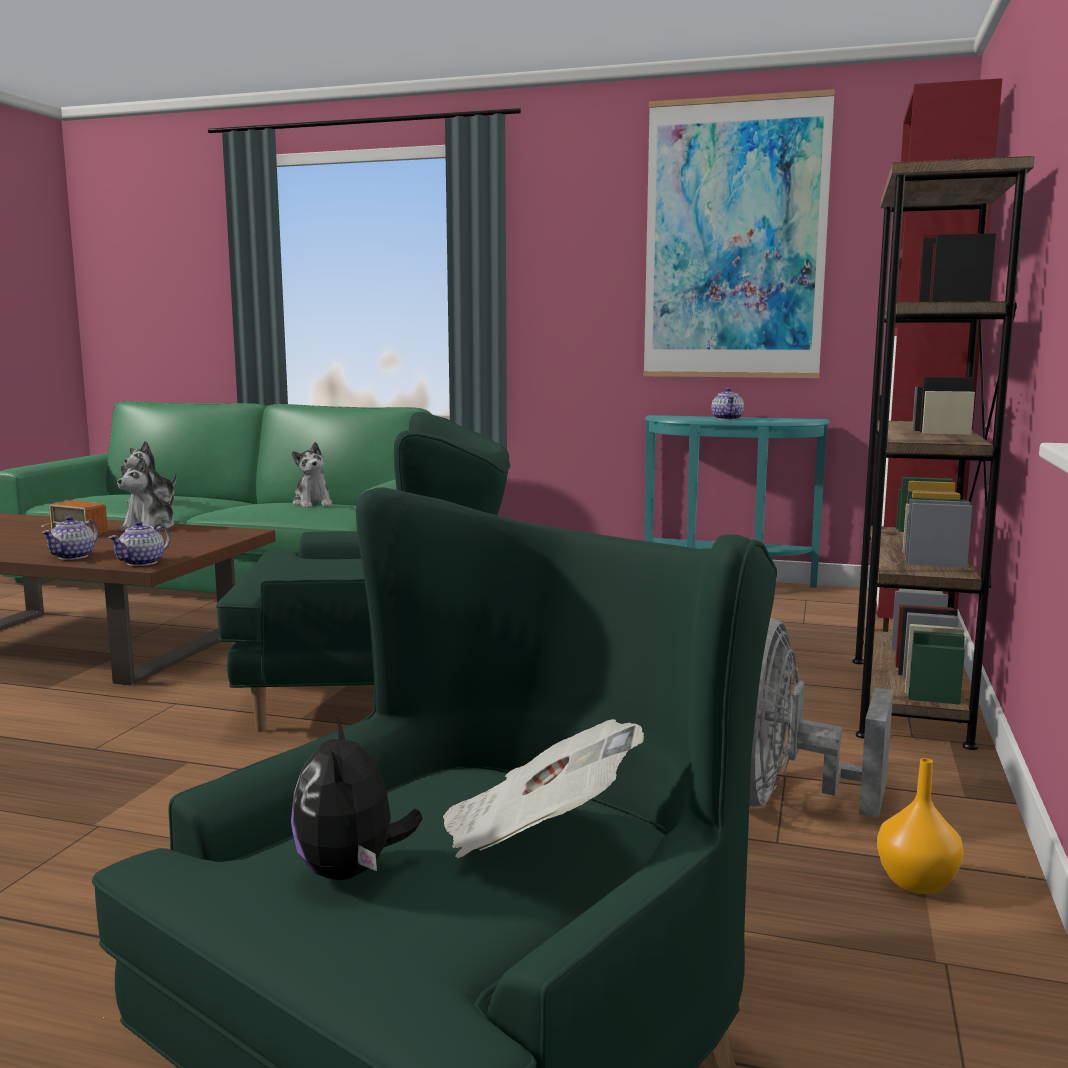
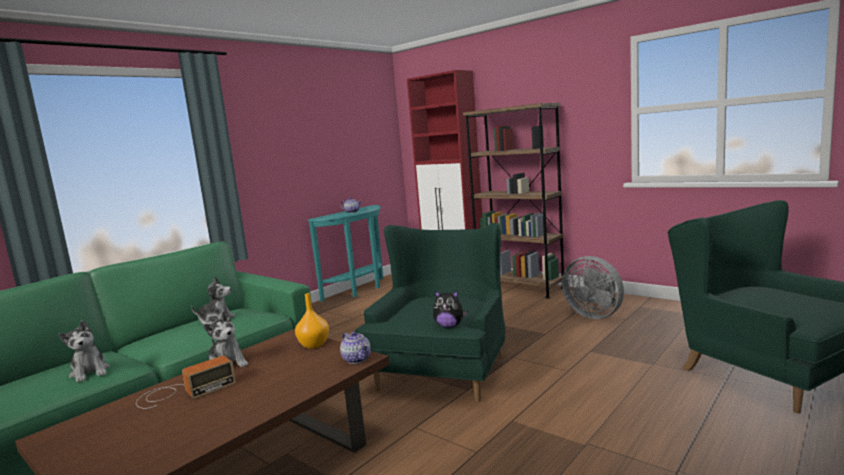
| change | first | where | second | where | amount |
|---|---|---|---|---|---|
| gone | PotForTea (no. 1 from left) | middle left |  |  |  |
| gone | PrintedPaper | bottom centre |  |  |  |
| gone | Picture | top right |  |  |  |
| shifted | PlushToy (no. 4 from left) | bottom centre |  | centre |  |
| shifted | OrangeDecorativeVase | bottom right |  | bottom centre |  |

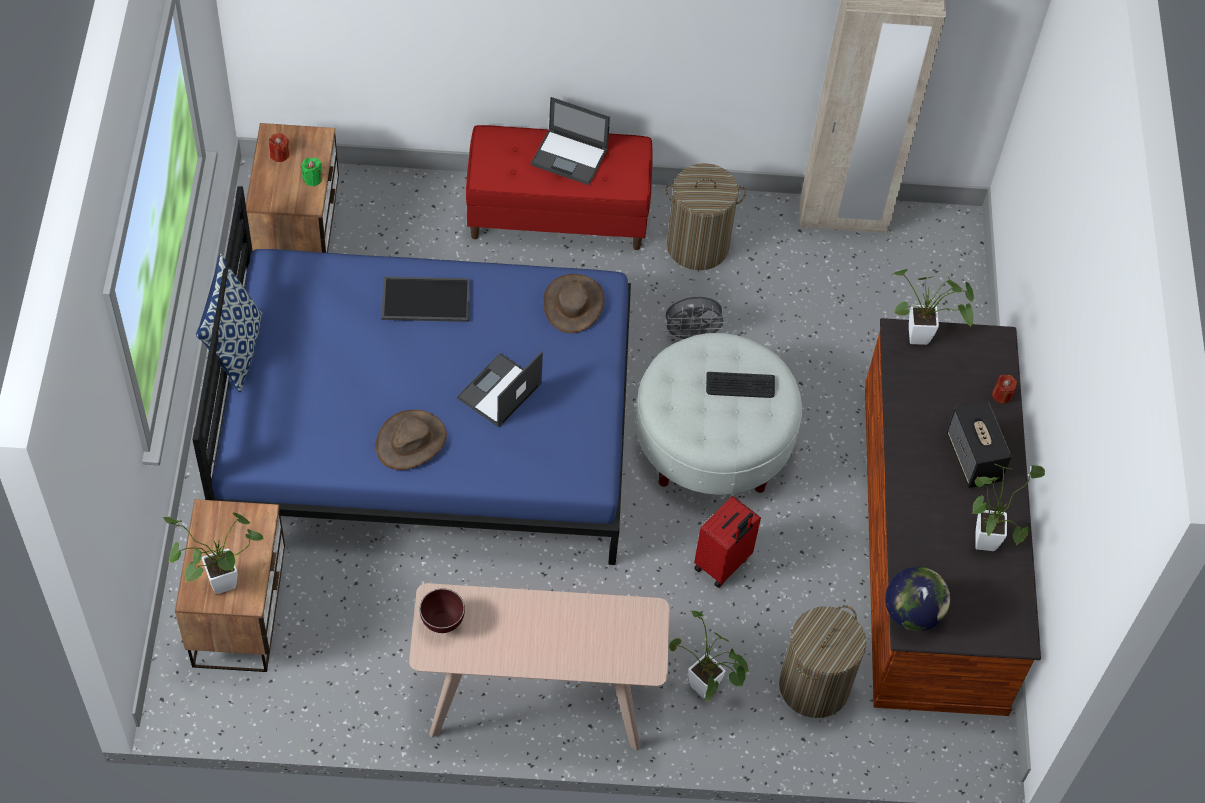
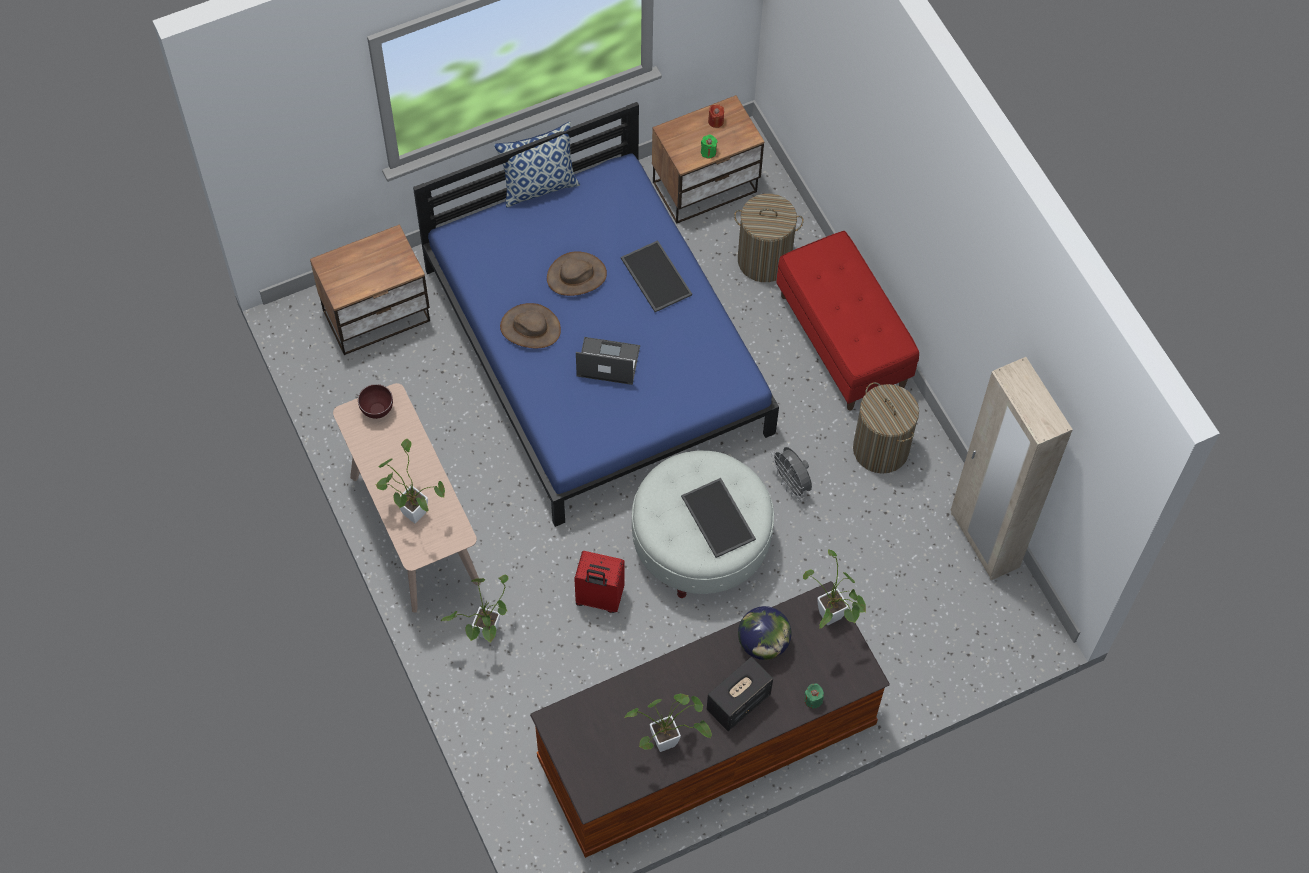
| change | first | where | second | where | amount |
|---|---|---|---|---|---|
| gone | Laptop (no. 2 from left) | top centre |  |  |  |
| shifted | Houseplant (no. 1 from left) | bottom left |  | middle left |  |
| shifted | BrownWearableHat (no. 2 from left) | centre |  | top centre |  |
| shifted | WashingBasket (no. 2 from left in the first image) | bottom right | WashingBasket (no. 1 from left) | top centre |  |
| shifted | DeskGlobe | bottom right |  | bottom centre |  |
| swapped | ComputerKeyboard | centre | CarryingTray (no. 2 from left) | centre |  |
| repainted | ReddishWaxCandle (no. 2 from left) | middle right | GreenWaxCandle (no. 2 from left) | bottom centre |  |

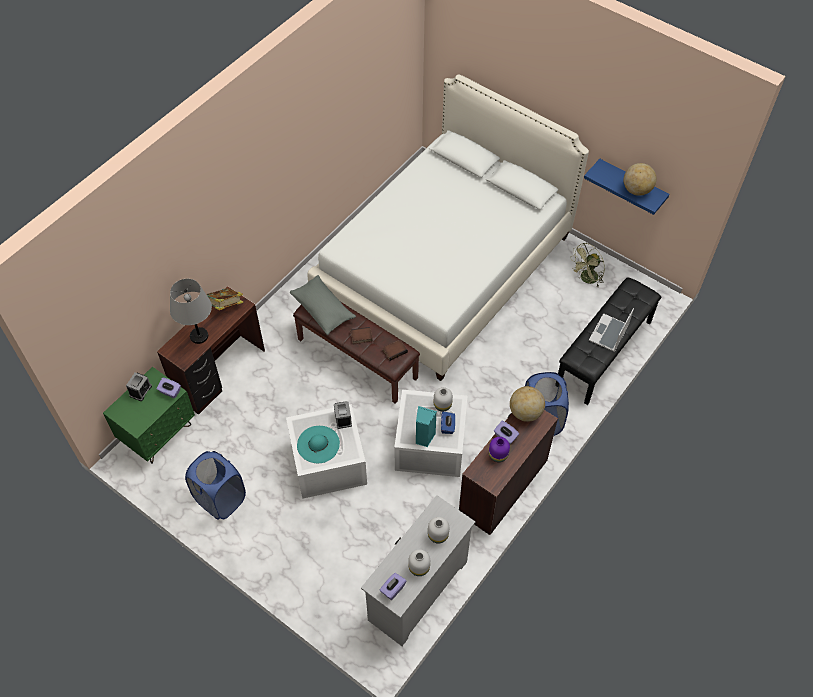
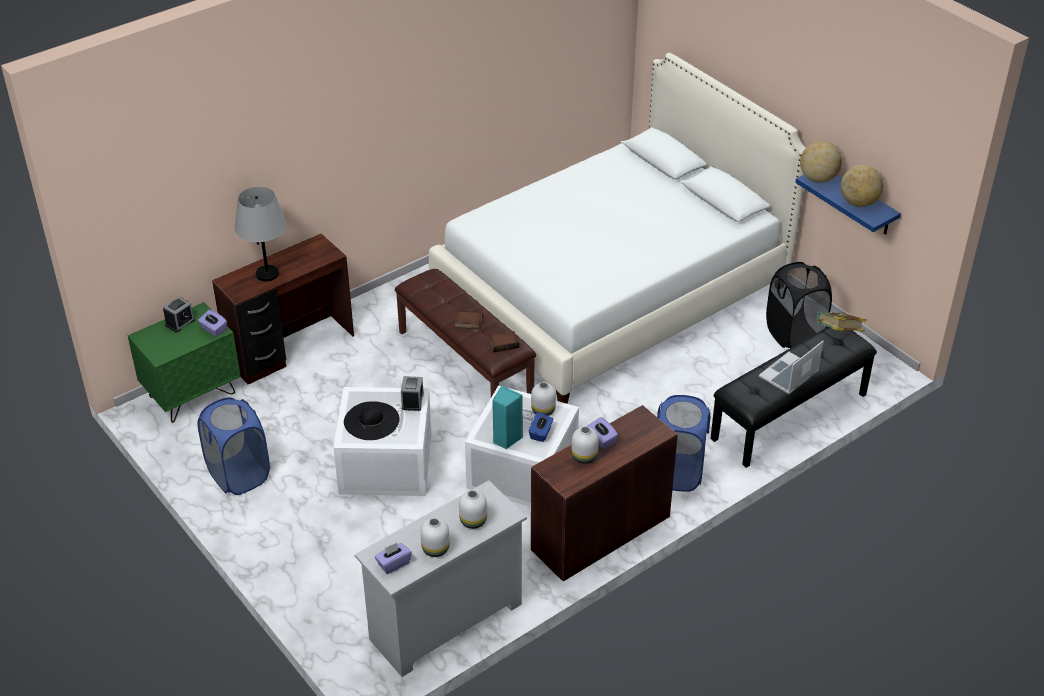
| change | first | where | second | where | amount |
|---|---|---|---|---|---|
| gone | GreyishCushion | centre |  |  |  |
| shifted | BoundBook (no. 1 from left in the first image) | middle left | BoundBook (no. 3 from left) | middle right |  |
| shifted | DeskGlobe (no. 1 from left) | centre |  | top right |  |
| swapped | GreenCoolingFan | middle right | BlackColouredWashingBasket | middle right |  |
| repainted | TurquoiseWearableHat | centre | BlackColouredWearableHat | centre |  |
| repainted | PurpleColouredDecorativeVase | centre | WhiteColouredDecorativeVase (no. 4 from left) | centre |  |

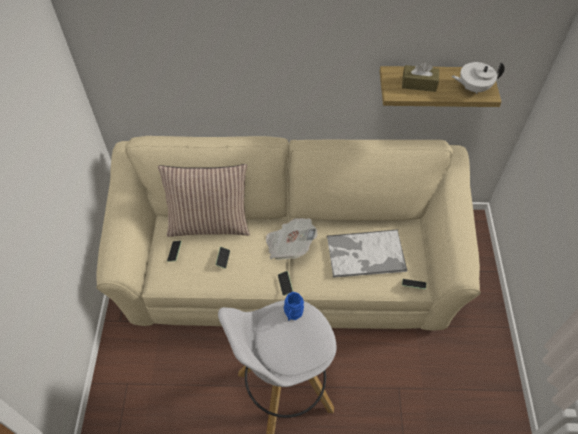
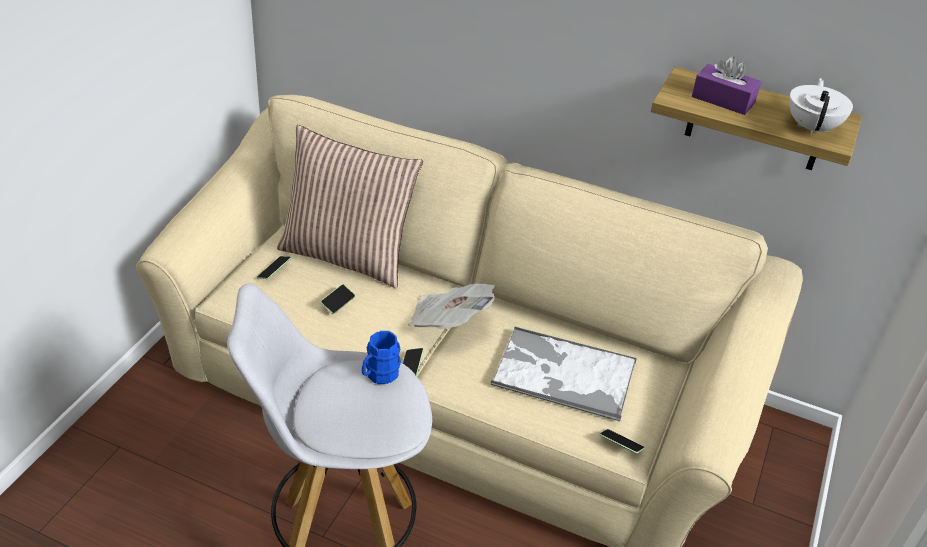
| change | first | where | second | where | amount |
|---|---|---|---|---|---|
| repainted | BrownTissueBox | top right | PurpleColouredTissueBox | top right |  |
| rotated | WhiteColouredPotForTea | top right |  | top right | 90 degrees clockwise |

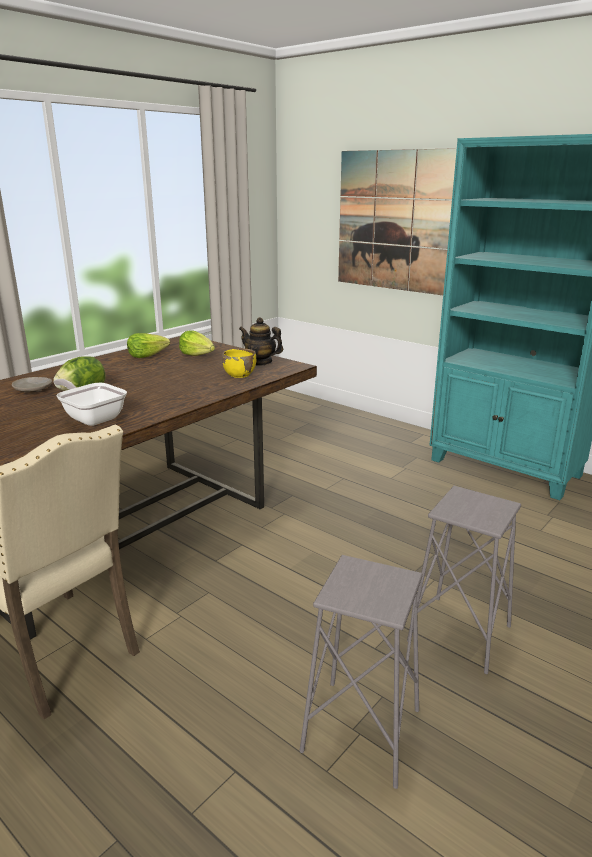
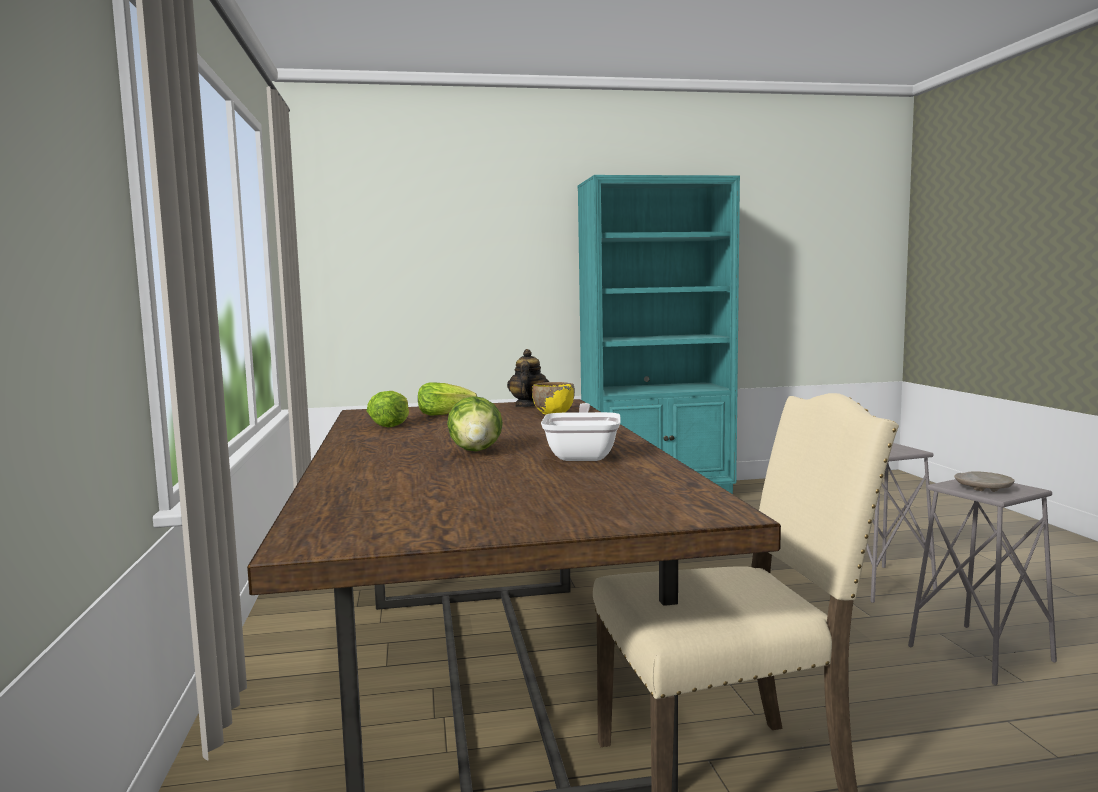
| change | first | where | second | where | amount |
|---|---|---|---|---|---|
| gone | Picture | top right |  |  |  |
| shifted | BeigeColouredDinnerPlate | middle left |  | middle right |  |
| rotated | FryingPan | middle left |  | centre | 105 degrees clockwise |
| rotated | PotForTea | centre |  | centre | 120 degrees clockwise |

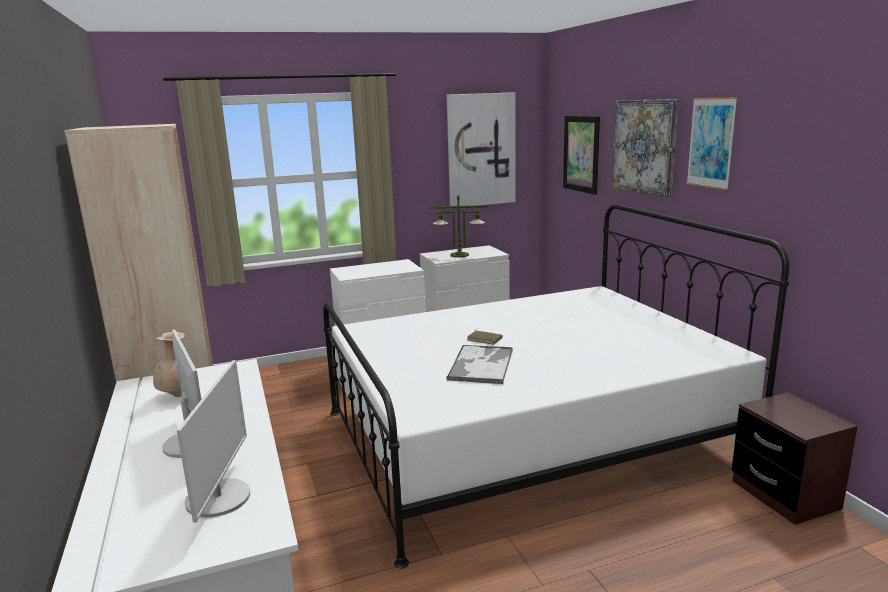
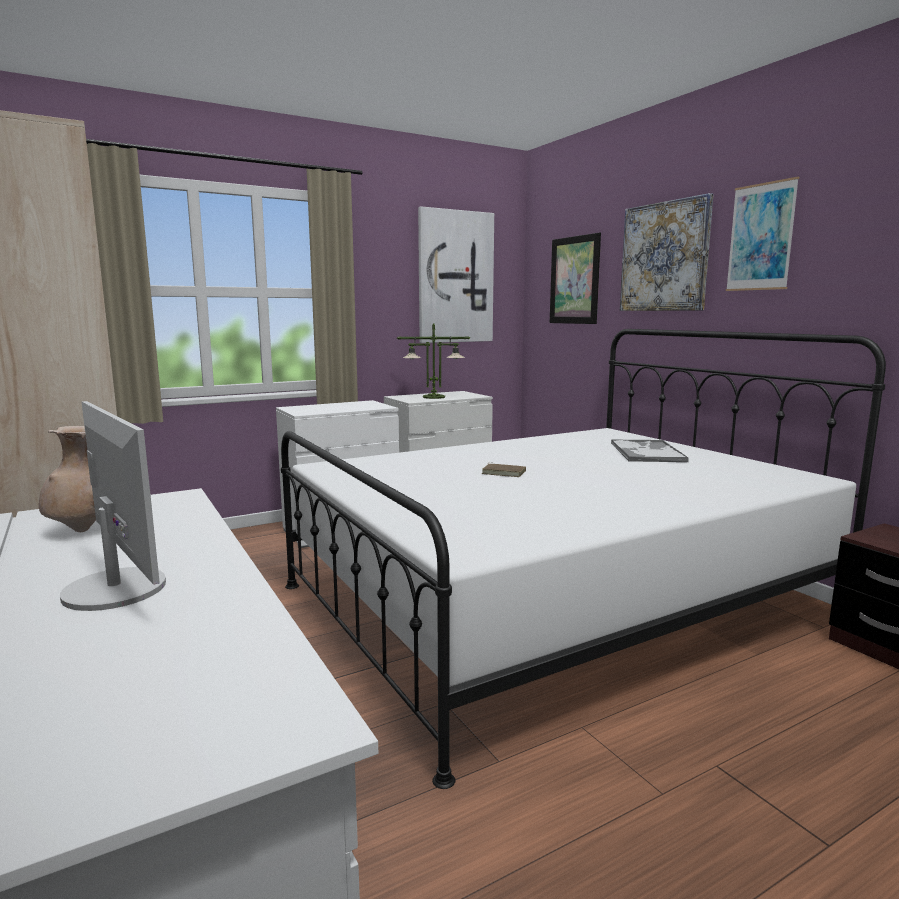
| change | first | where | second | where | amount |
|---|---|---|---|---|---|
| gone | ComputerDisplay (no. 2 from left) | bottom left |  |  |  |
| shifted | CarryingTray | centre |  | middle right |  |

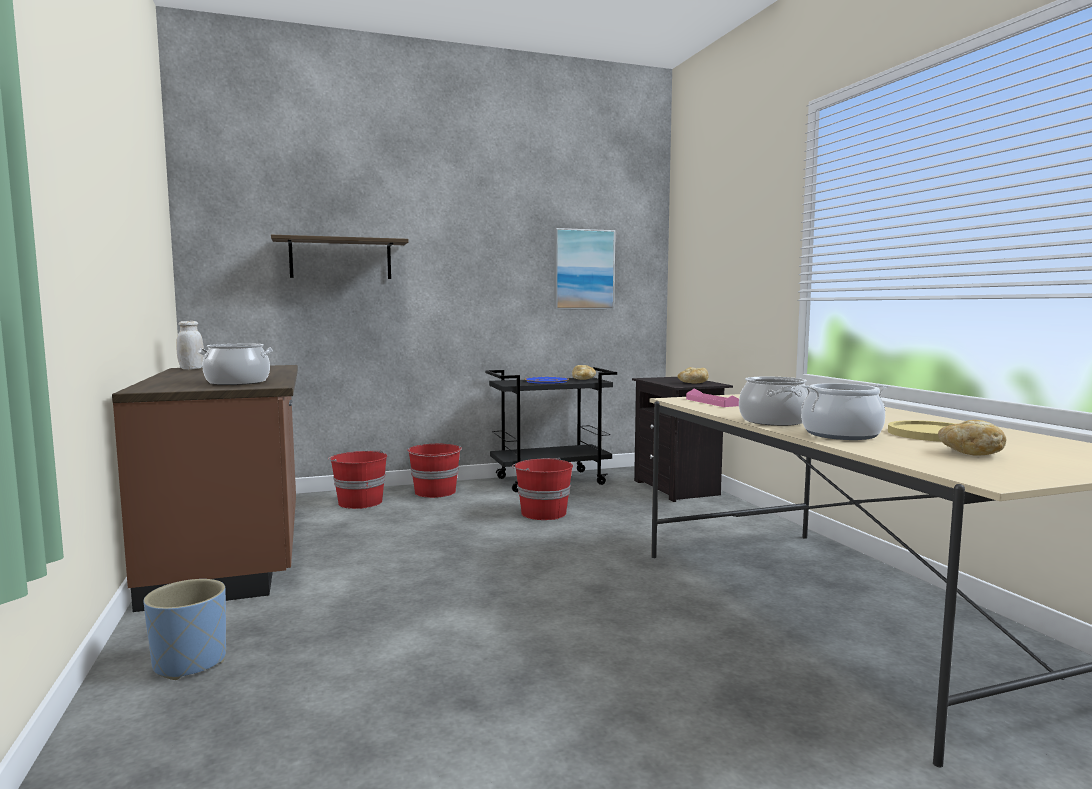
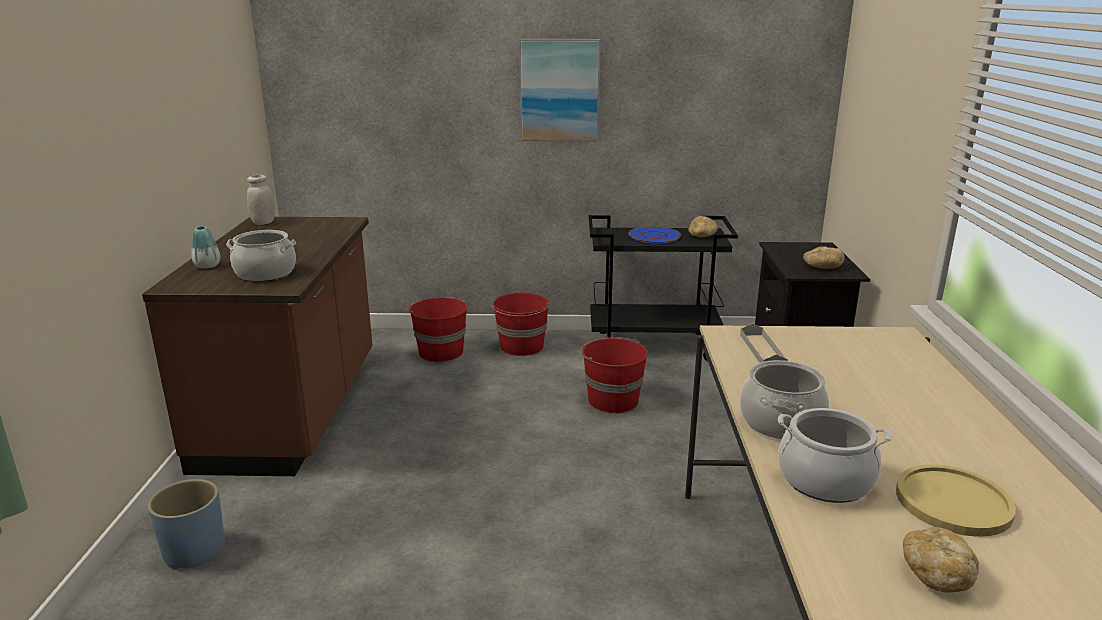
| change | first | where | second | where | amount |
|---|---|---|---|---|---|
| gone | Shelf | top left |  |  |  |
| new |  |  | DecorativeVase | middle left |  |
| shifted | Picture | centre |  | top centre |  |
| repainted | PinkishCarryingTray | centre | GreyishCarryingTray | middle right |  |

